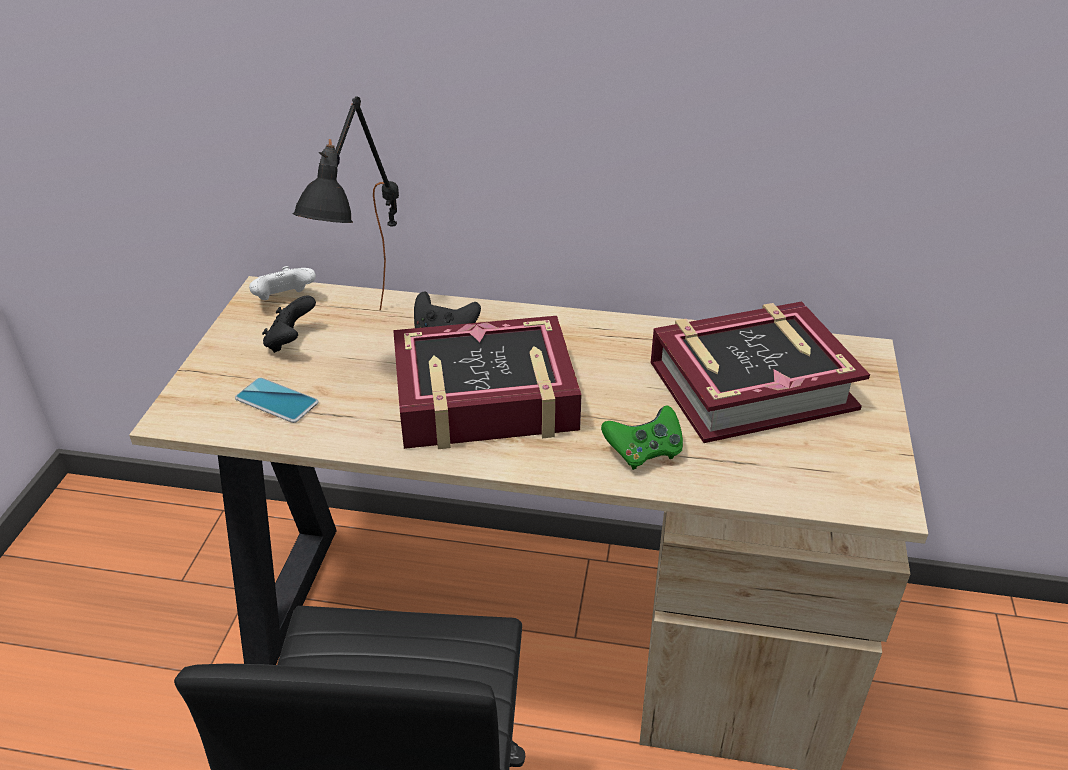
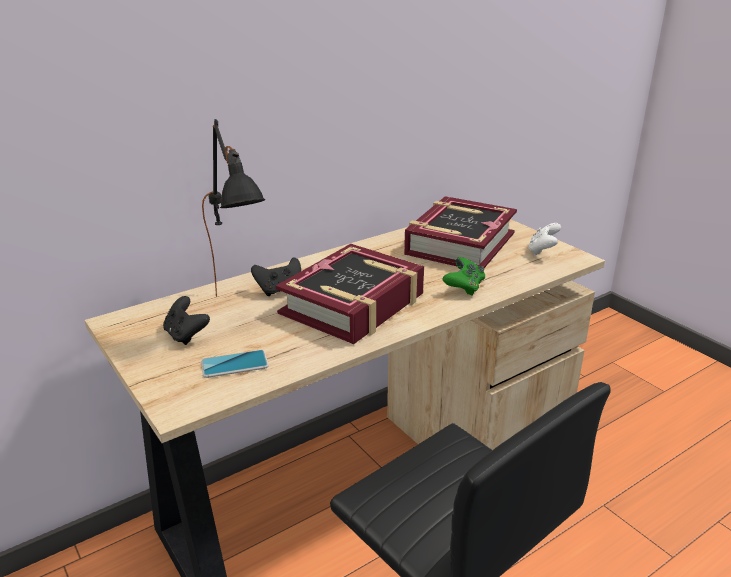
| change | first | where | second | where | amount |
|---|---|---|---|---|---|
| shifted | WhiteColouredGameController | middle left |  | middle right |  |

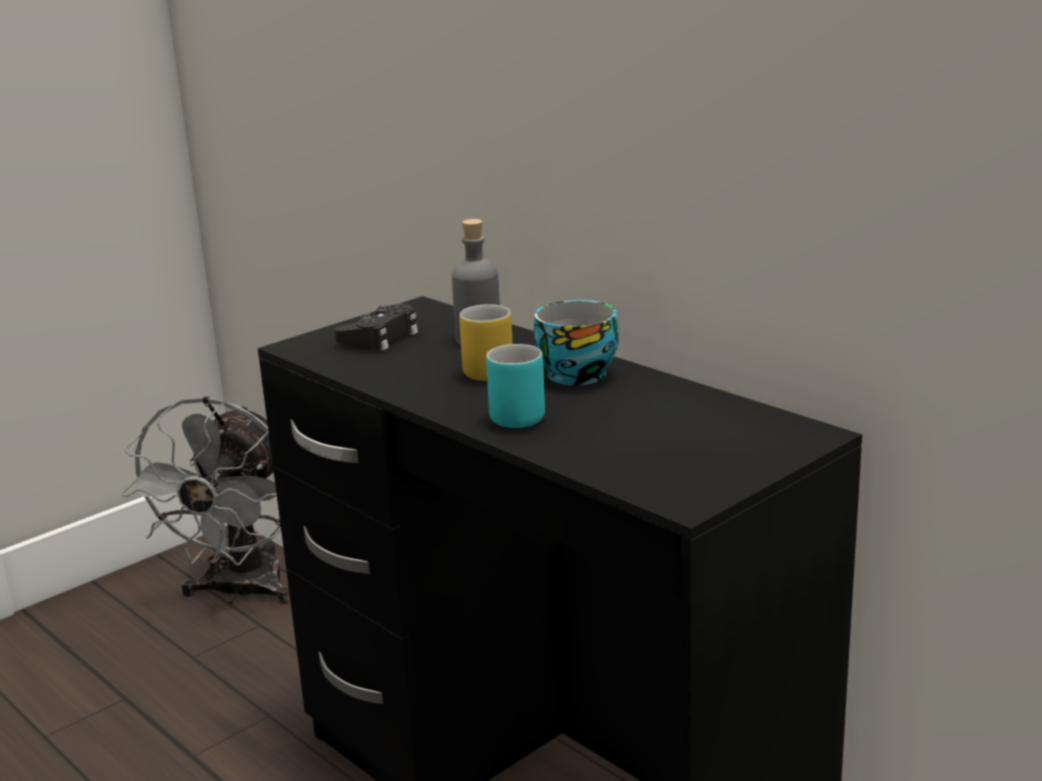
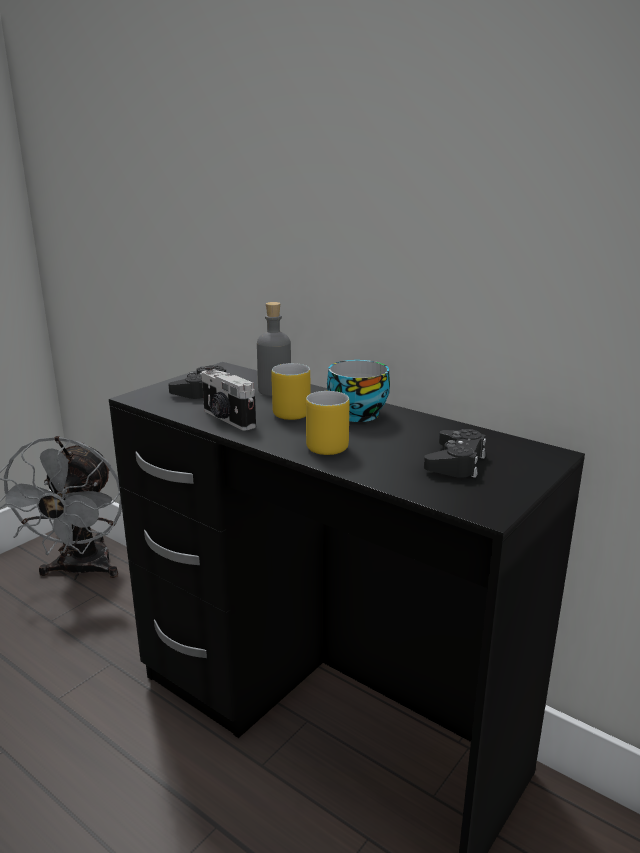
| change | first | where | second | where | amount |
|---|---|---|---|---|---|
| new |  |  | PhotoCamera | centre |  |
| new |  |  | BlackColouredGameController (no. 2 from left) | middle right |  |
| repainted | TurquoiseMug | centre | YellowMug (no. 2 from left) | centre |  |

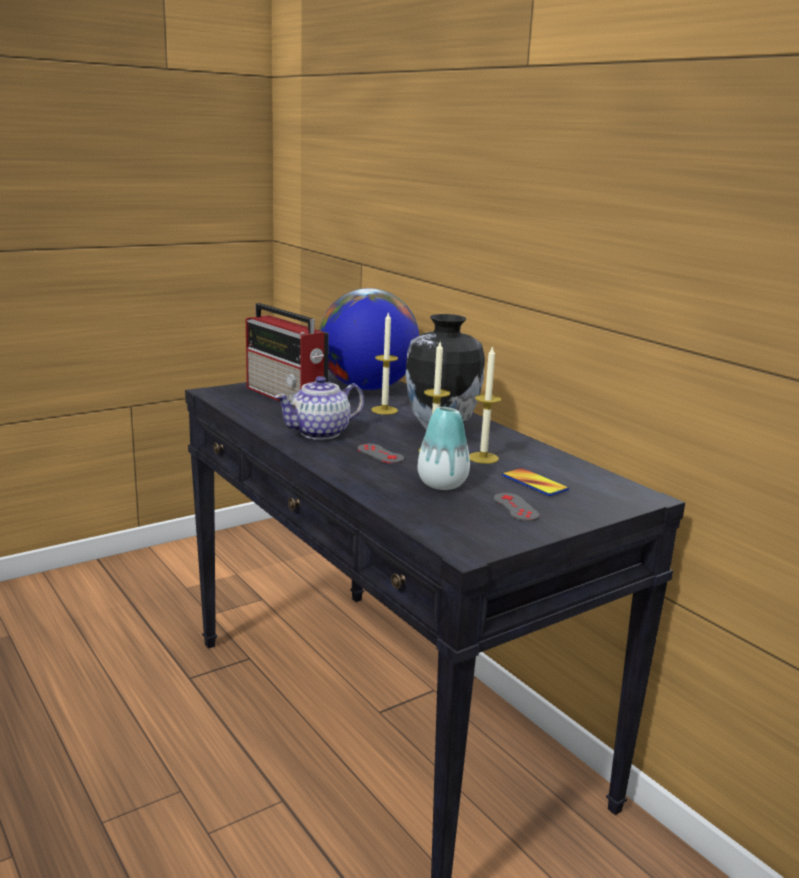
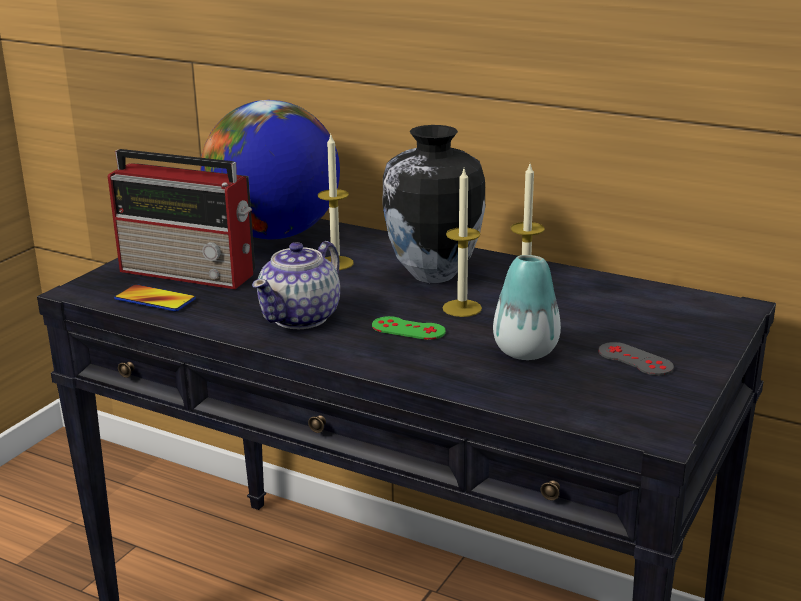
| change | first | where | second | where | amount |
|---|---|---|---|---|---|
| shifted | Telephone | middle right |  | middle left |  |
| repainted | GreyishGameController (no. 1 from left) | centre | GreenGameController | centre |  |

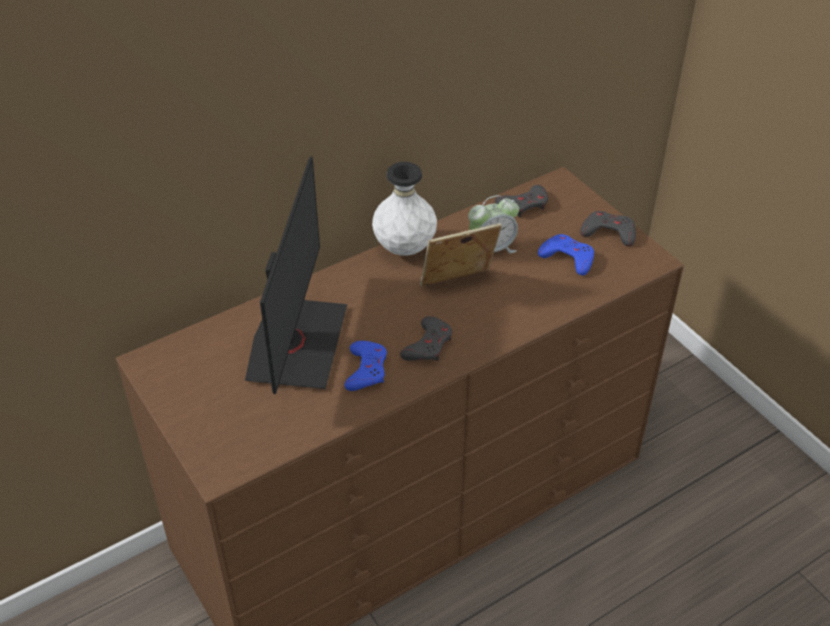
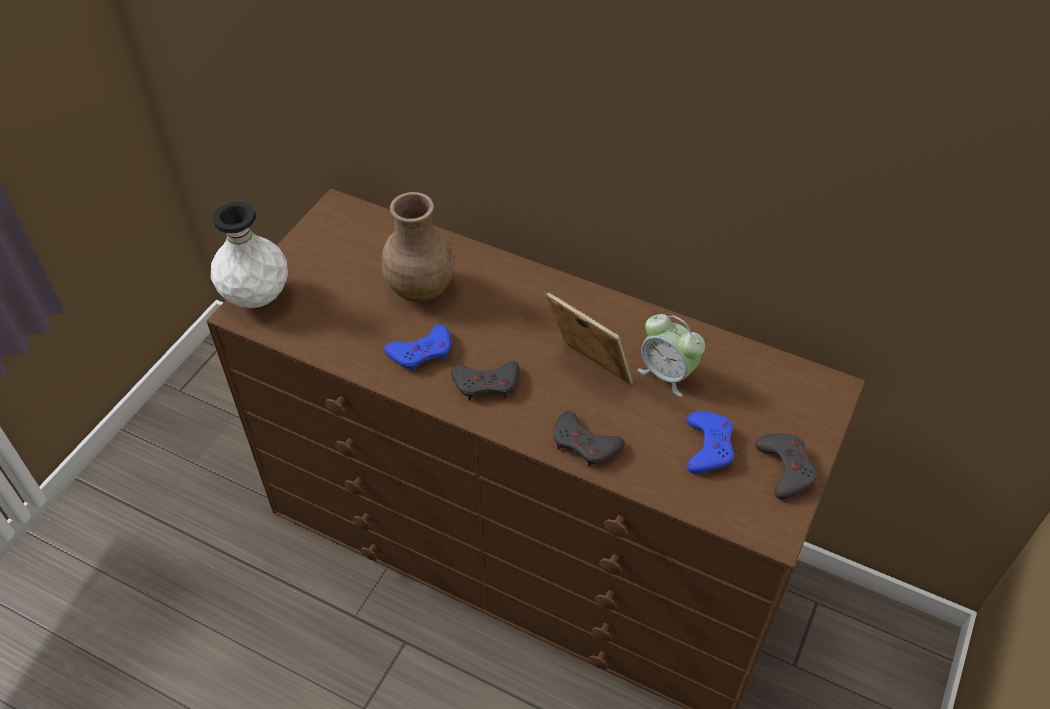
| change | first | where | second | where | amount |
|---|---|---|---|---|---|
| shifted | WhiteColouredDecorativeVase | centre |  | middle left |  |
| shifted | GreyishGameController (no. 2 from left) | top centre |  | centre |  |
| swapped | ComputerDisplay | centre | BrownDecorativeVase | centre |  |

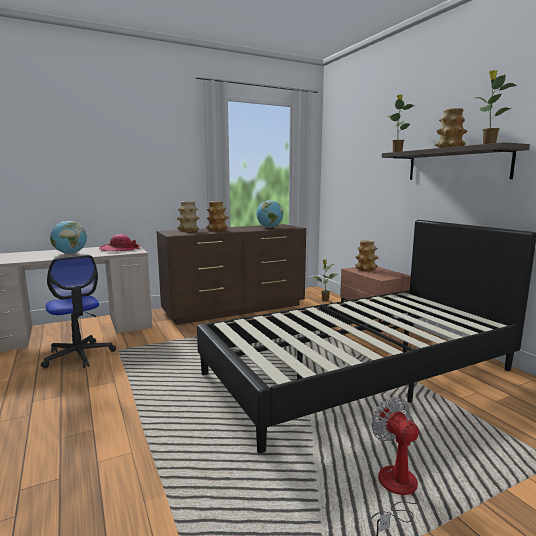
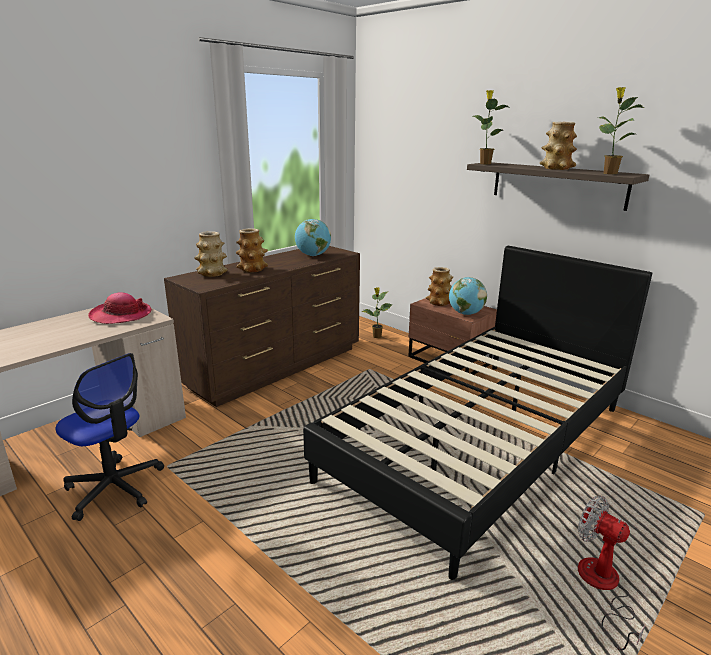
| change | first | where | second | where | amount |
|---|---|---|---|---|---|
| shifted | DeskGlobe (no. 1 from left in the first image) | middle left | DeskGlobe (no. 2 from left) | centre |  |

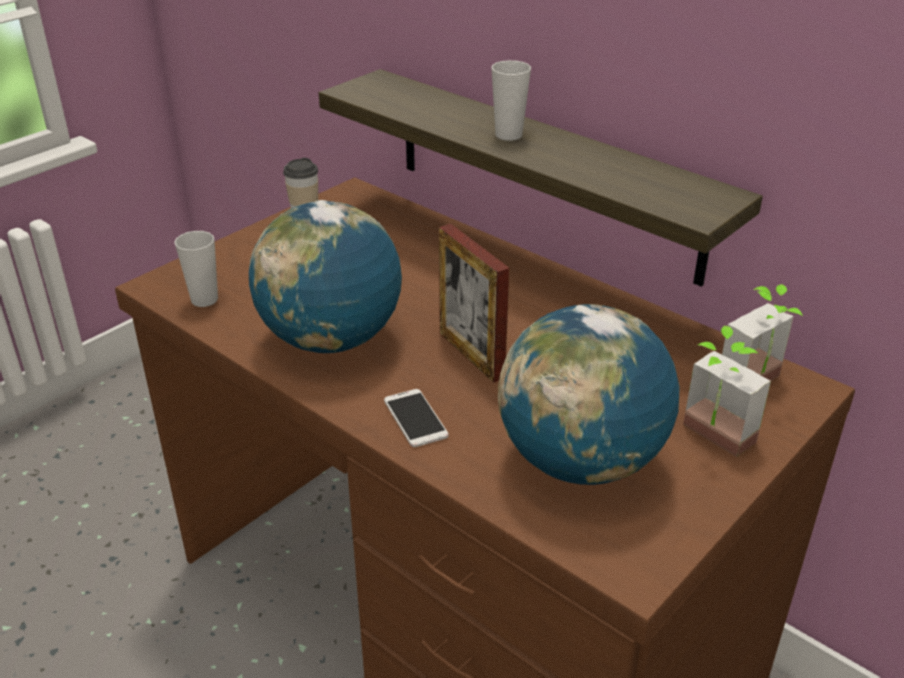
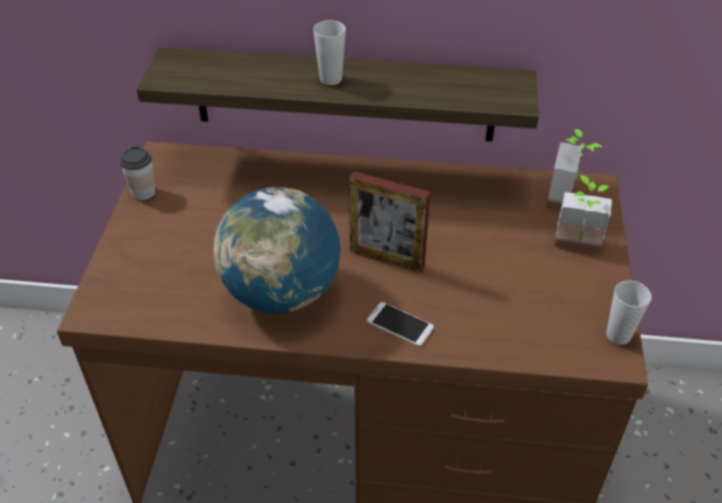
| change | first | where | second | where | amount |
|---|---|---|---|---|---|
| gone | DeskGlobe (no. 2 from left) | centre |  |  |  |
| shifted | Cup (no. 1 from left in the first image) | middle left | Cup (no. 3 from left) | middle right |  |

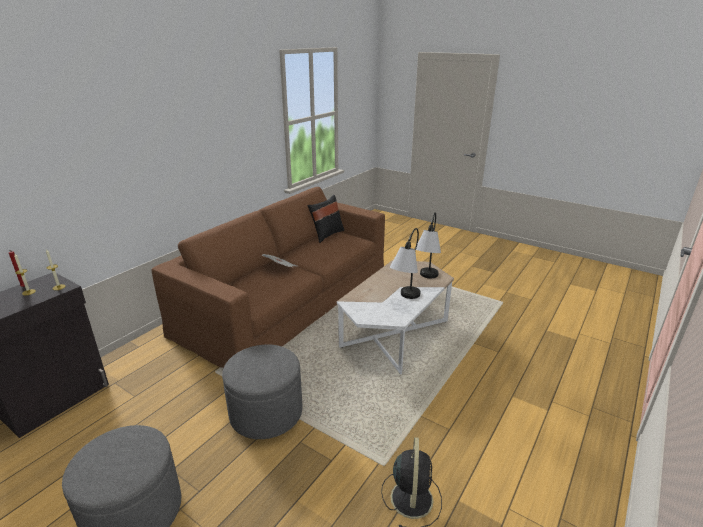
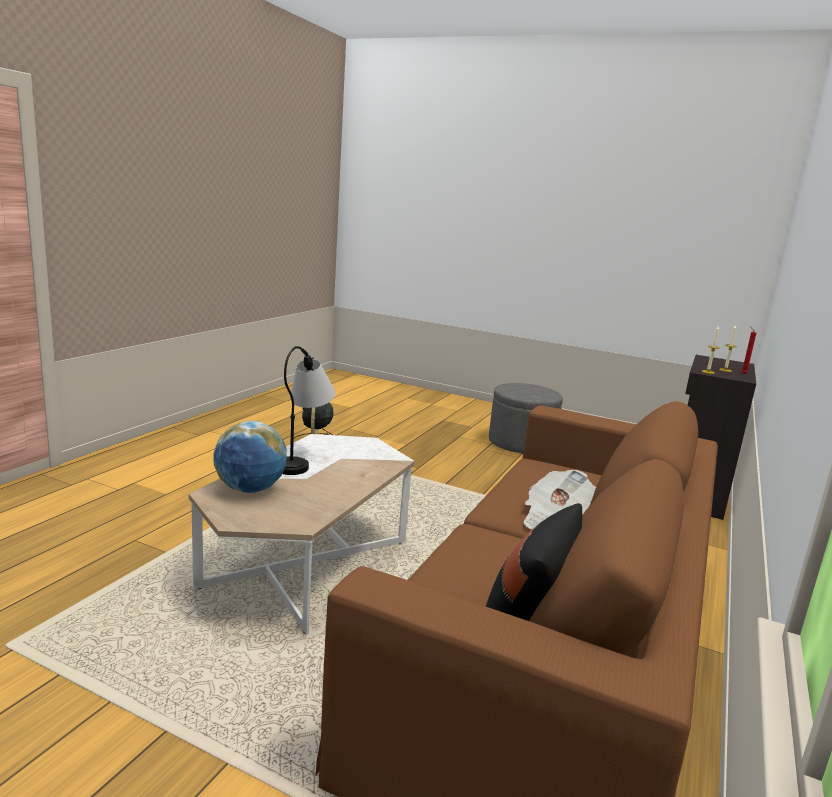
| change | first | where | second | where | amount |
|---|---|---|---|---|---|
| gone | GreyishOttoman (no. 2 from left) | bottom centre |  |  |  |
| swapped | TableLamp (no. 2 from left) | centre | DeskGlobe | middle left |  |

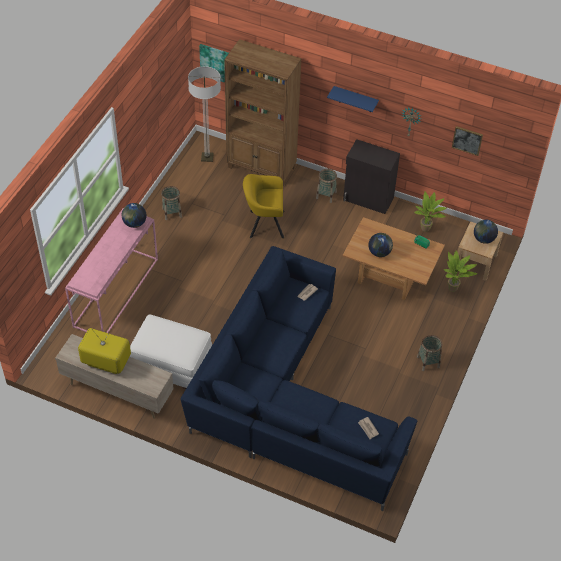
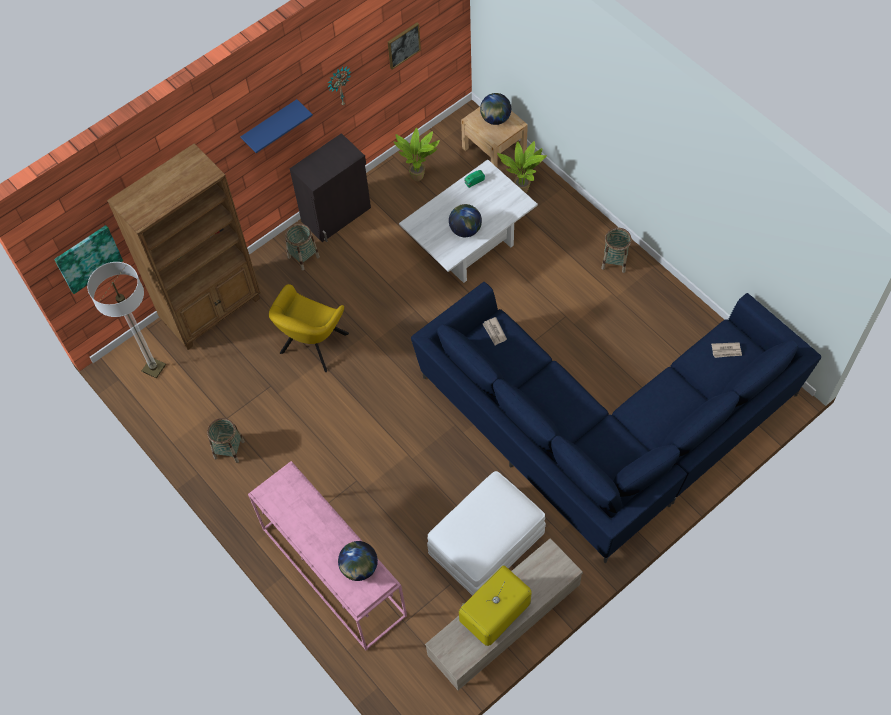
| change | first | where | second | where | amount |
|---|---|---|---|---|---|
| shifted | DeskGlobe (no. 1 from left) | middle left |  | bottom centre |  |
| repainted | BrownLowTable | middle right | WhiteColouredLowTable | top centre |  |

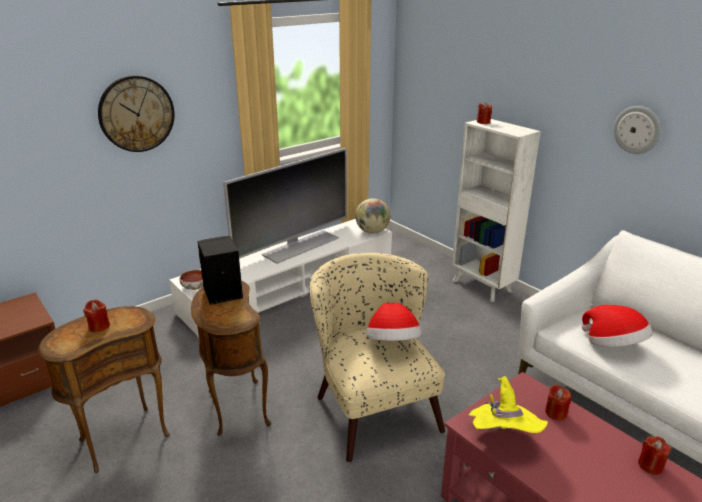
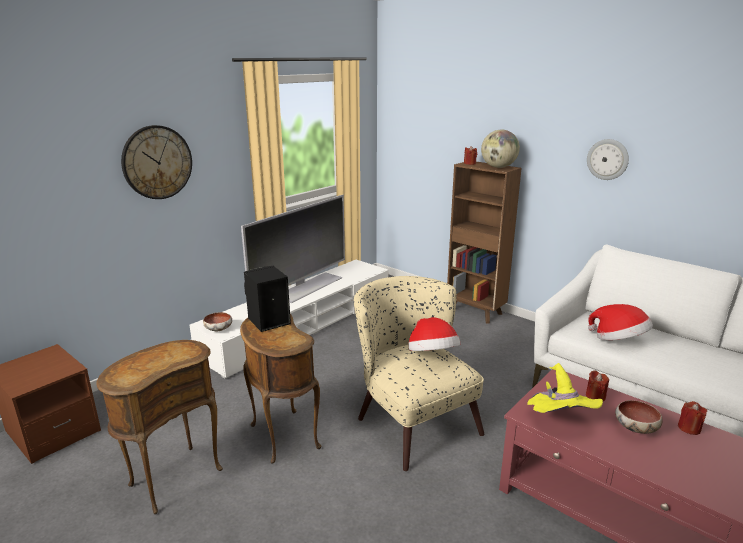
| change | first | where | second | where | amount |
|---|---|---|---|---|---|
| gone | ReddishWaxCandle (no. 1 from left) | middle left |  |  |  |
| new |  |  | DeepDish (no. 2 from left) | bottom right |  |
| shifted | DeskGlobe | centre |  | top right |  |
| repainted | WhiteColouredShelvingUnit | middle right | BrownShelvingUnit | centre |  |

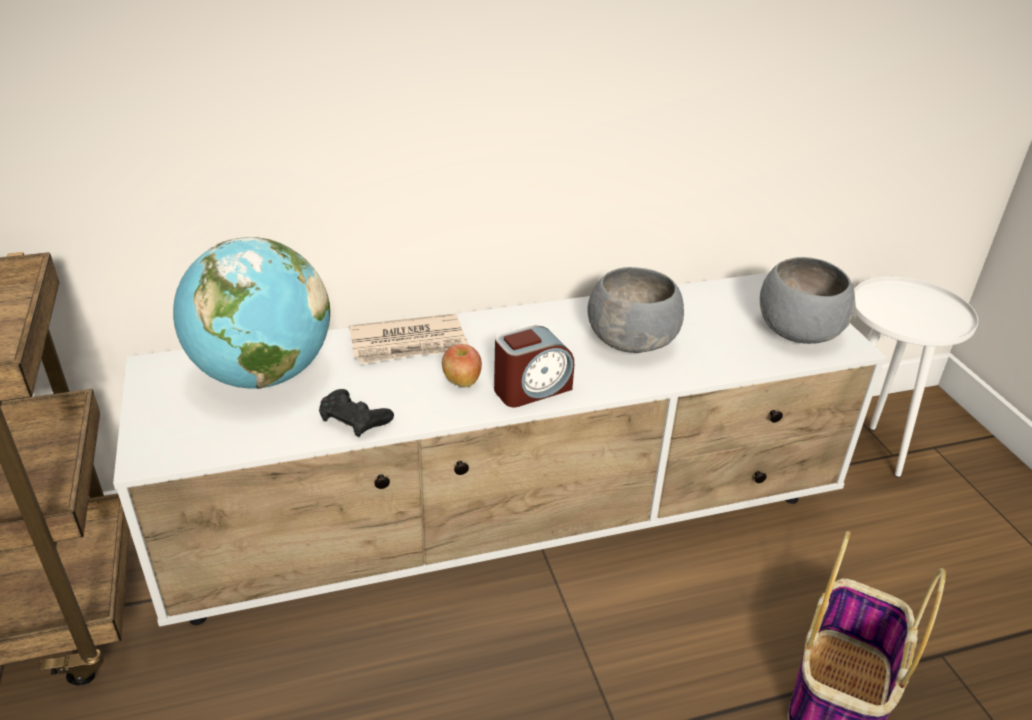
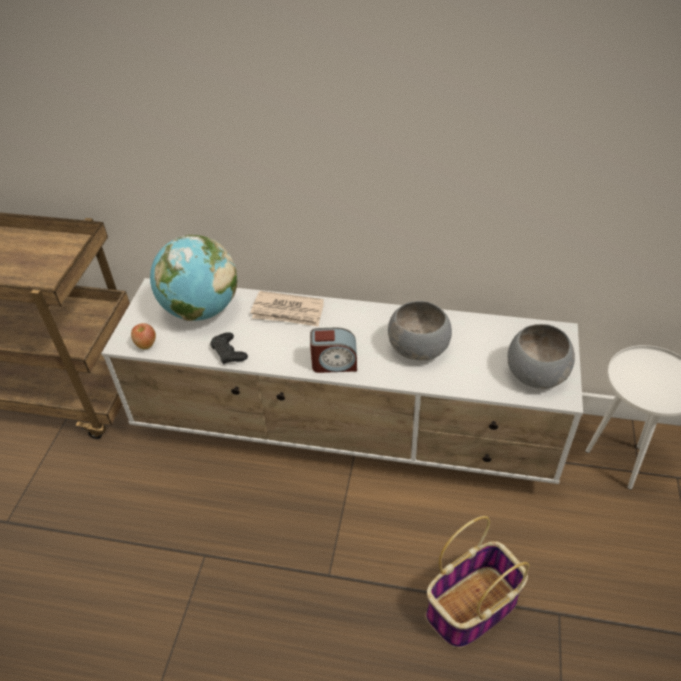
| change | first | where | second | where | amount |
|---|---|---|---|---|---|
| shifted | Apple | centre |  | middle left |  |

